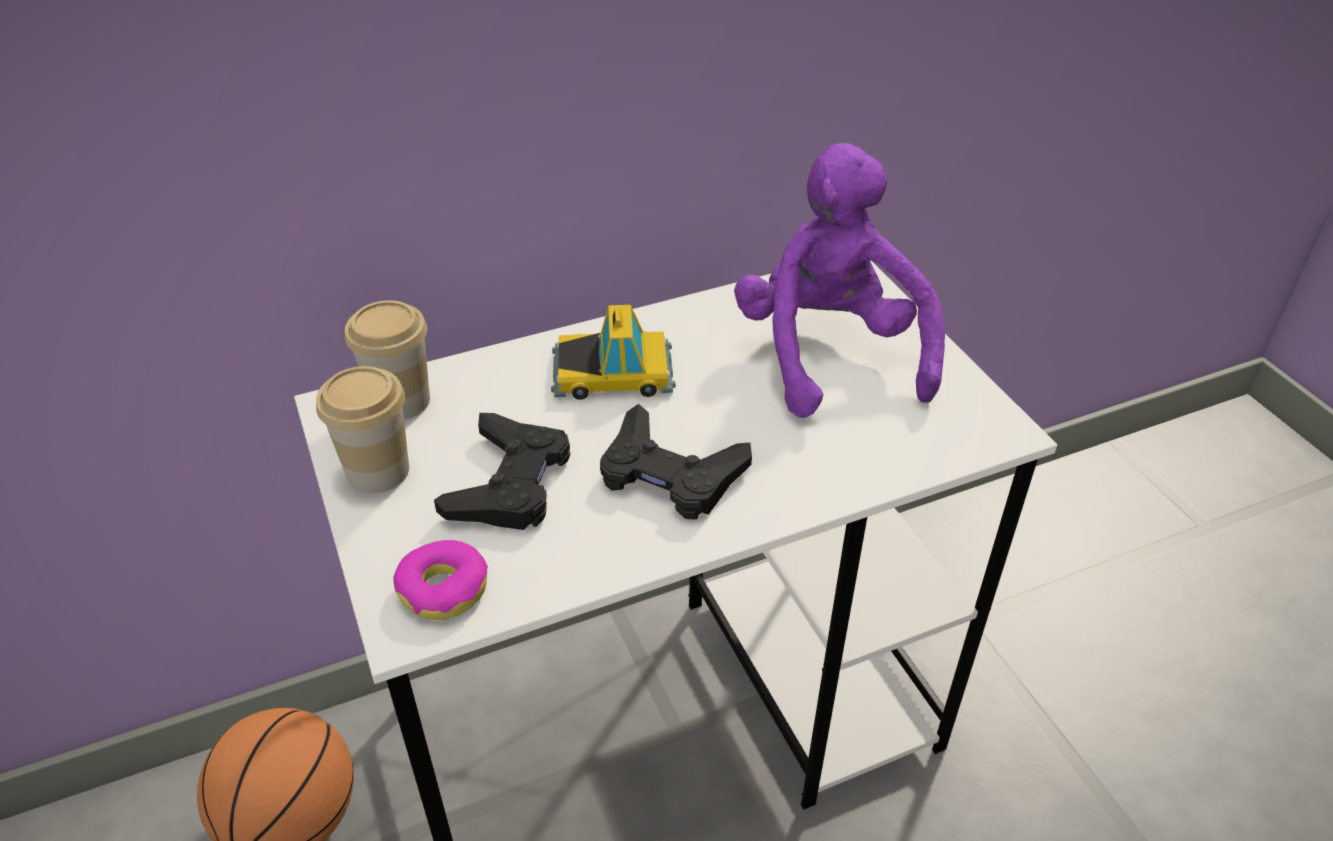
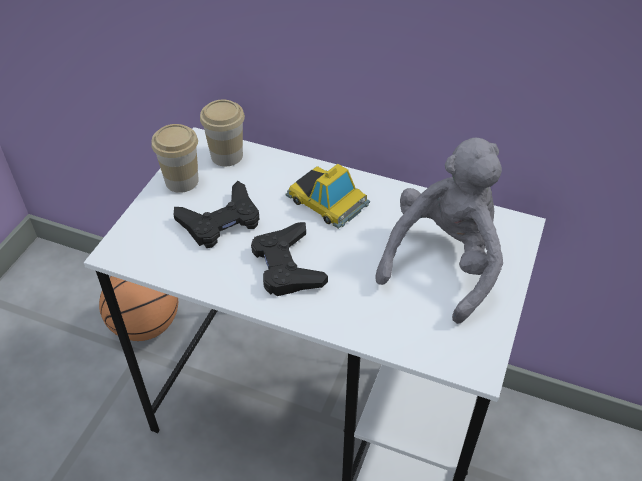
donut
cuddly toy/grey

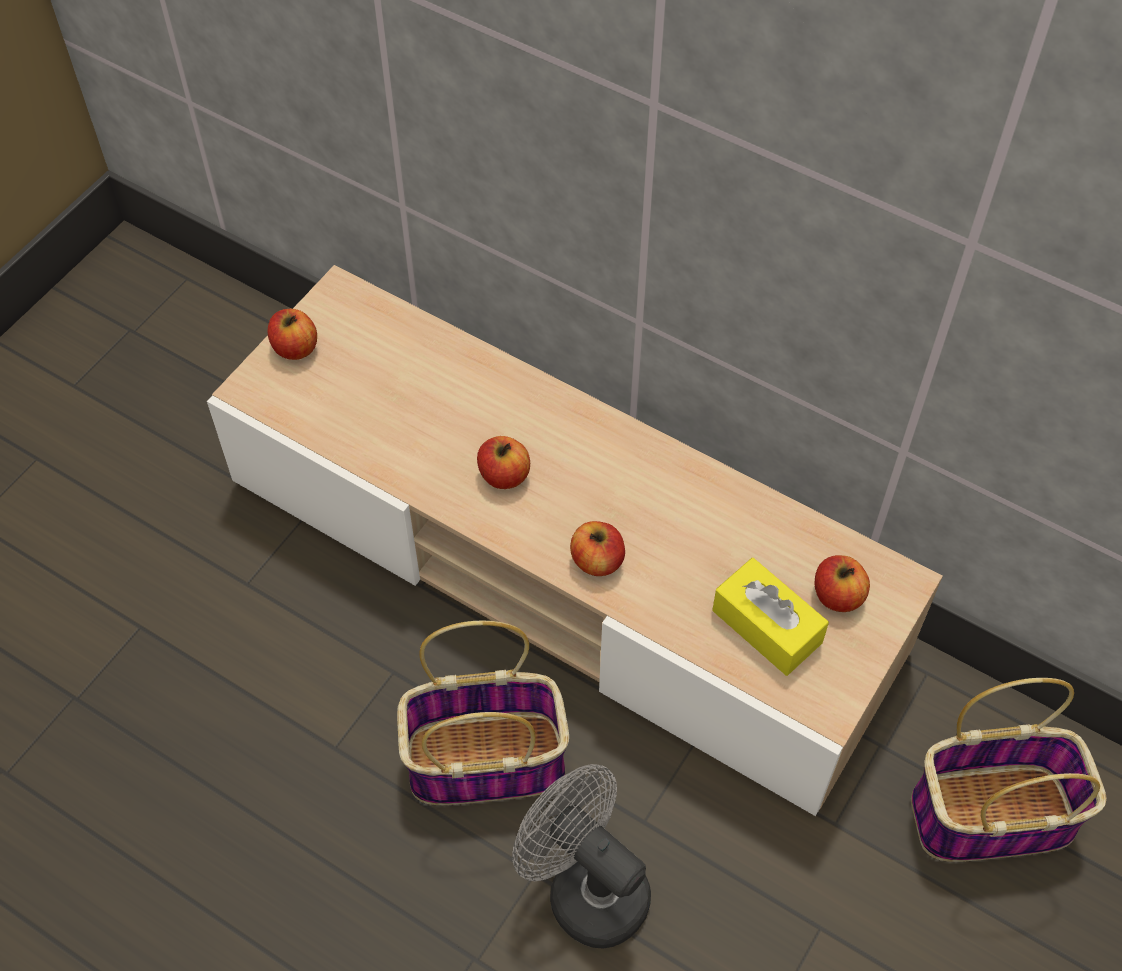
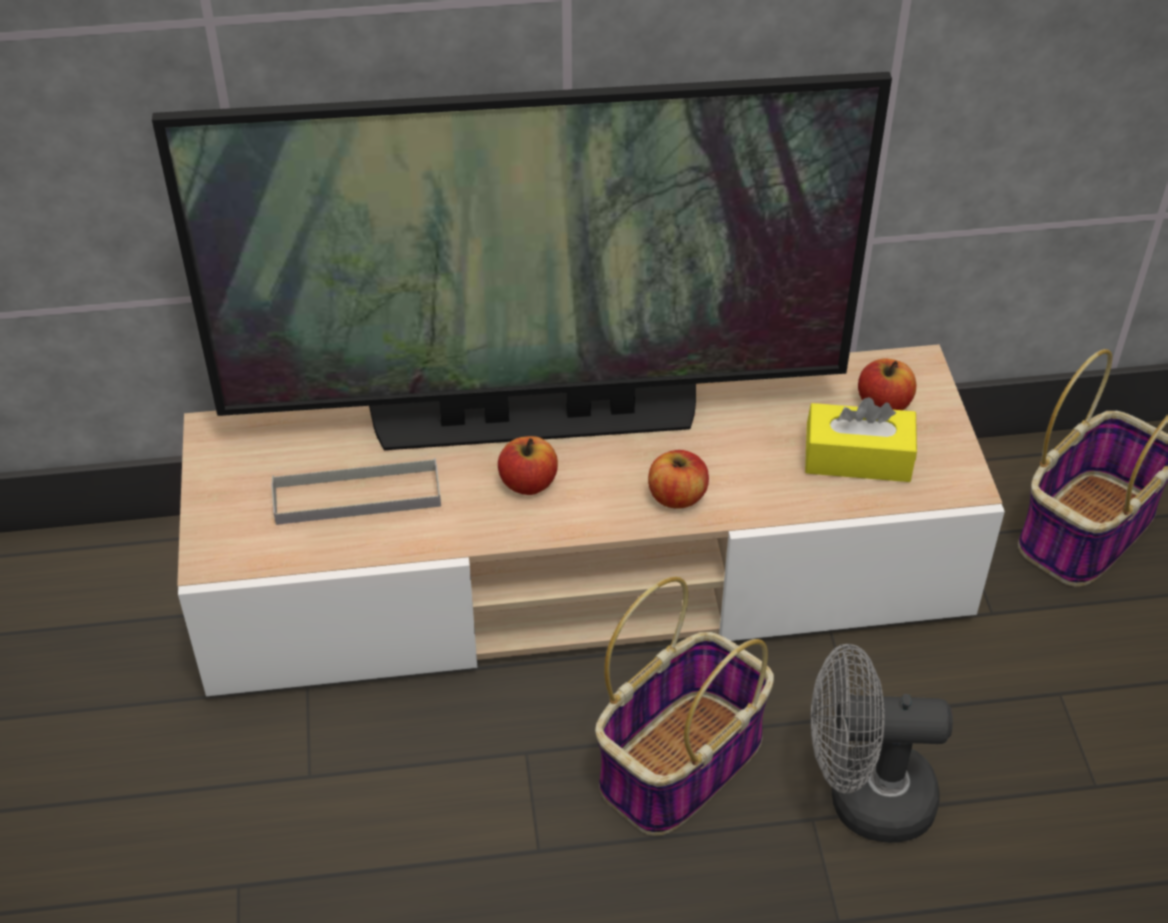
apple (1st from left in the first image)
TV set
tray/grey

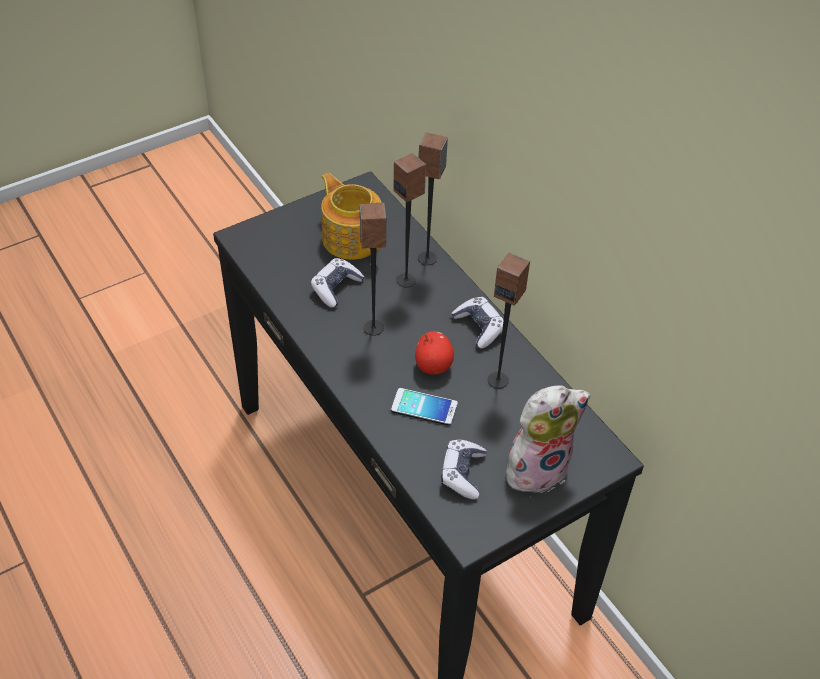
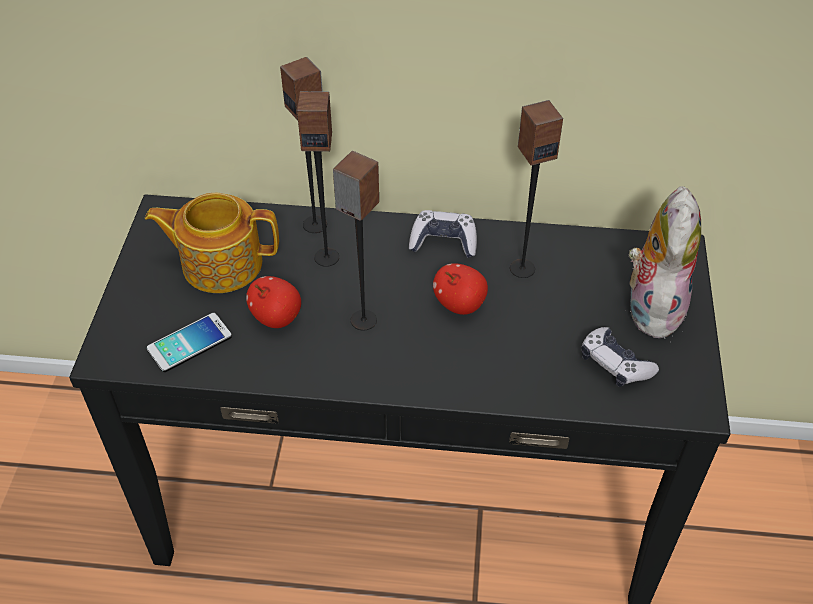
apple (1st from left)
phone

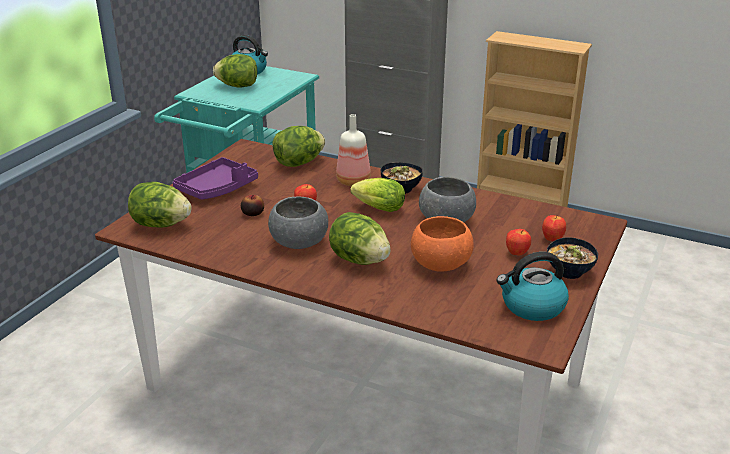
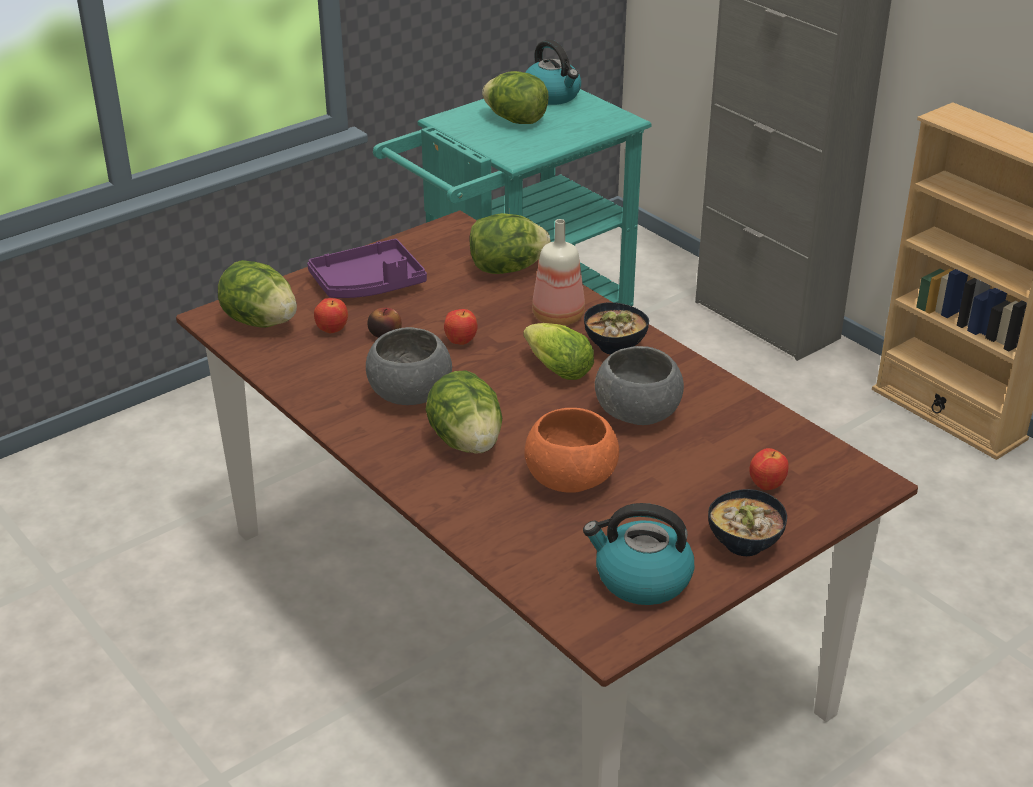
apple (1st from left)

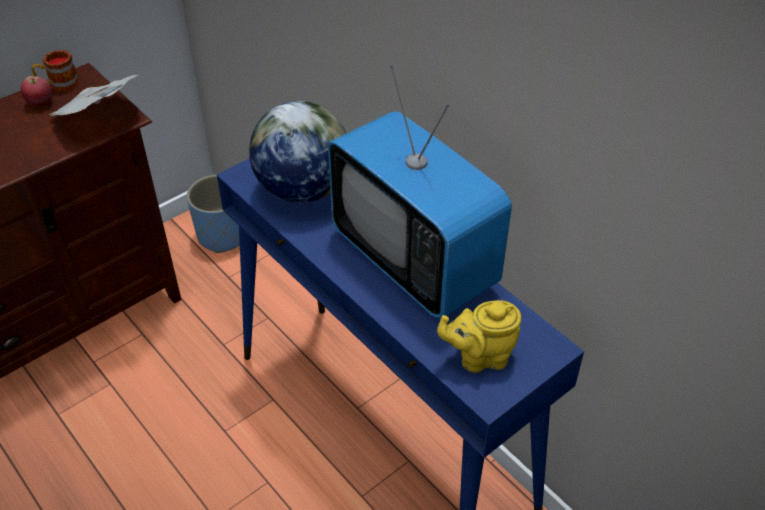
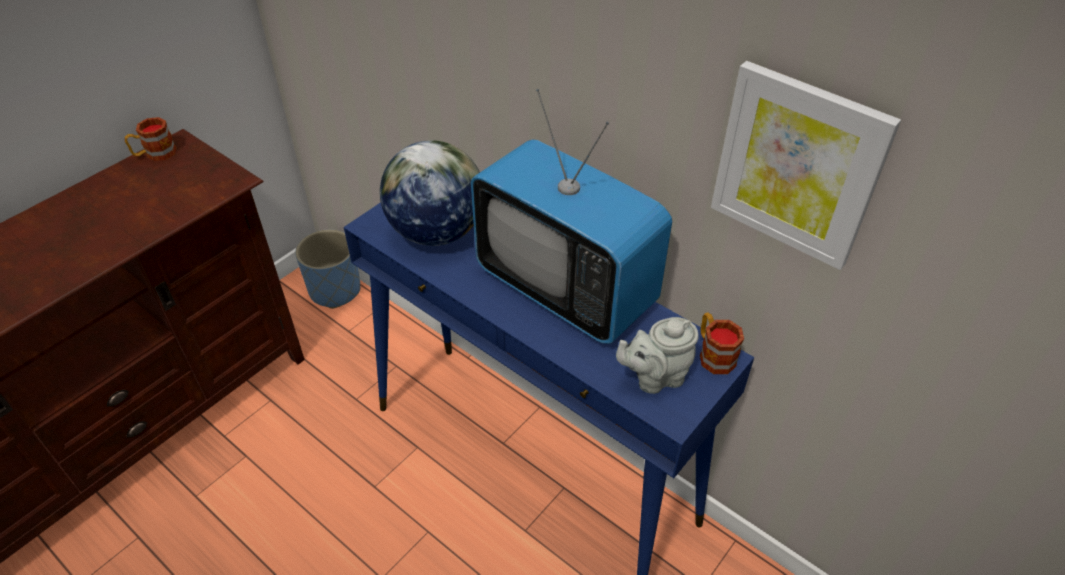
apple
daily paper
tea pot/grey
mug (2nd from left)
wall art

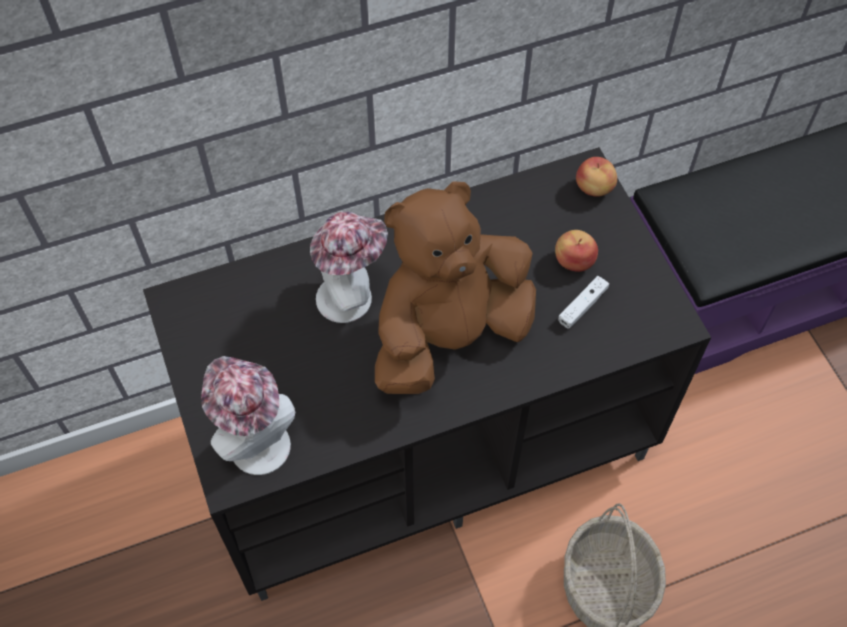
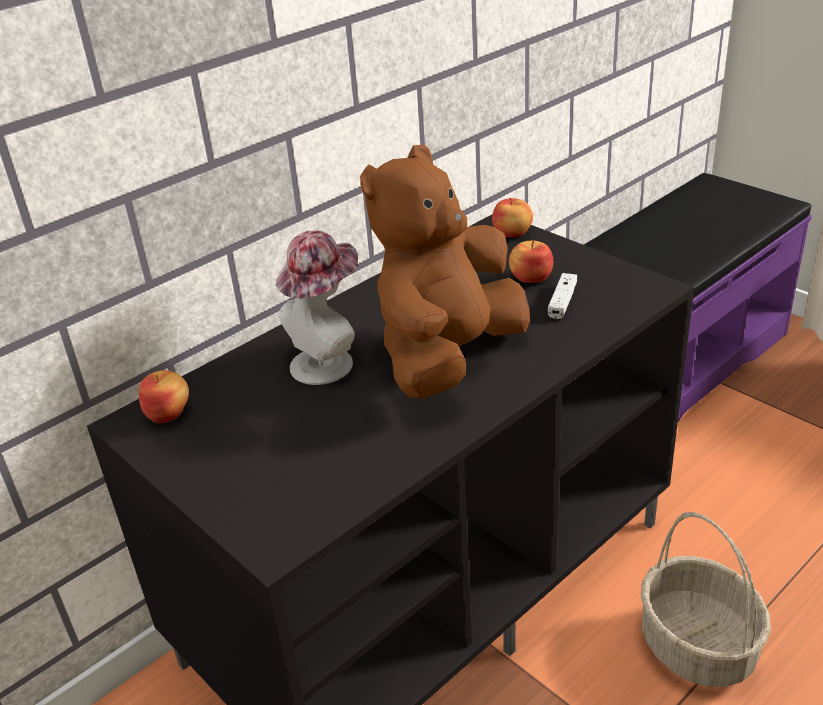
hat (1st from left in the first image)
apple (1st from left)

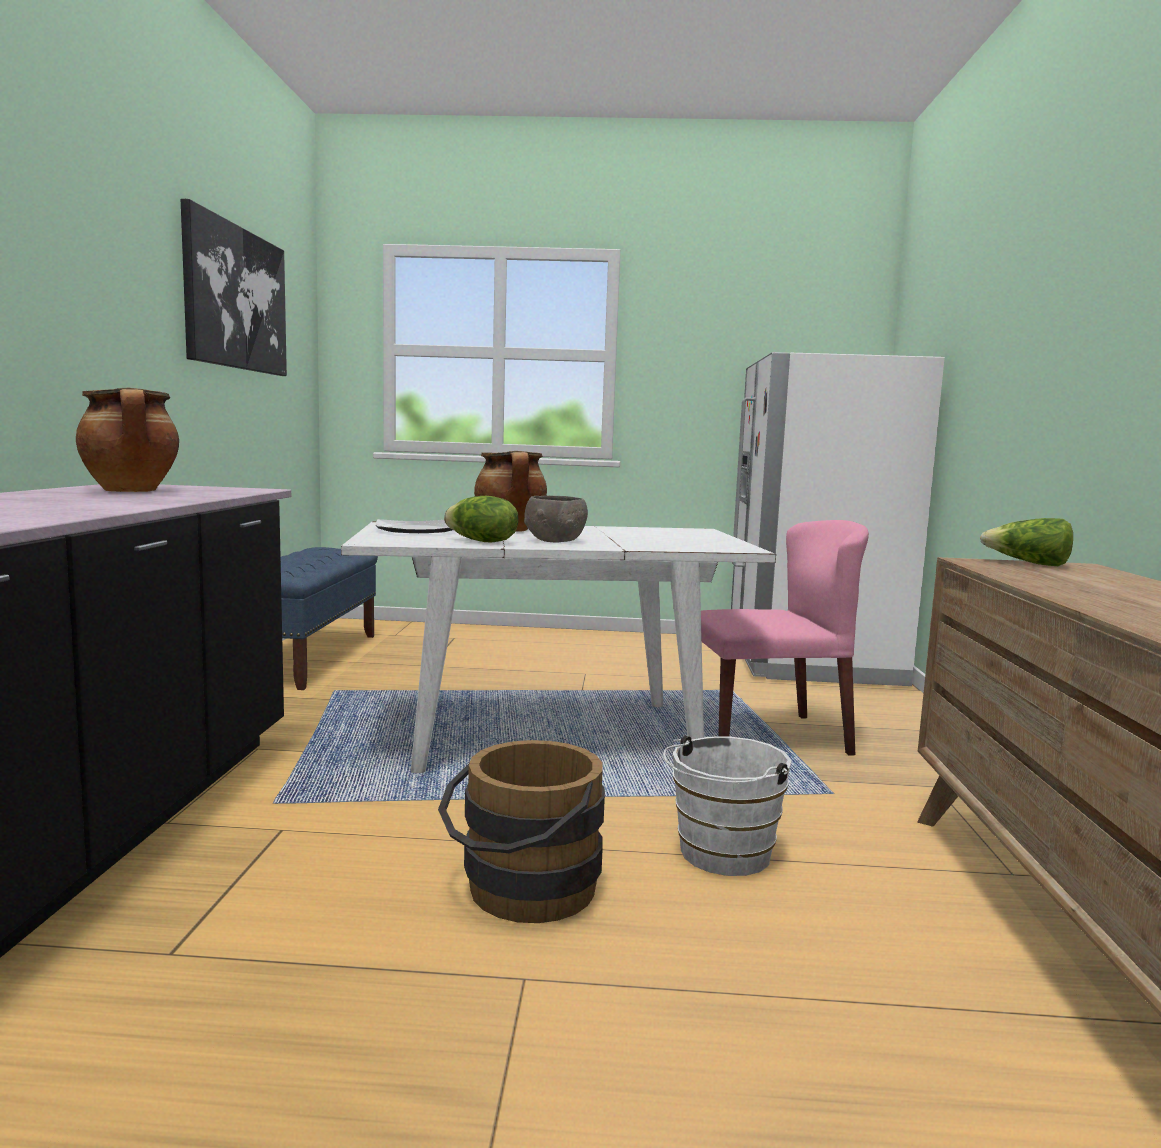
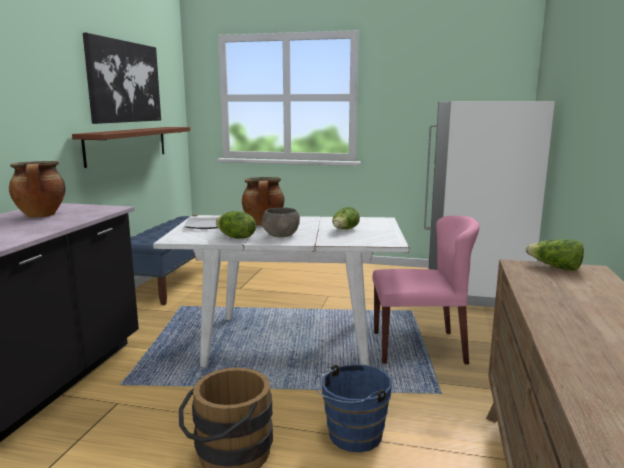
bucket/blue-coloured
bracket shelf/brown-coloured
head of lettuce (2nd from left)

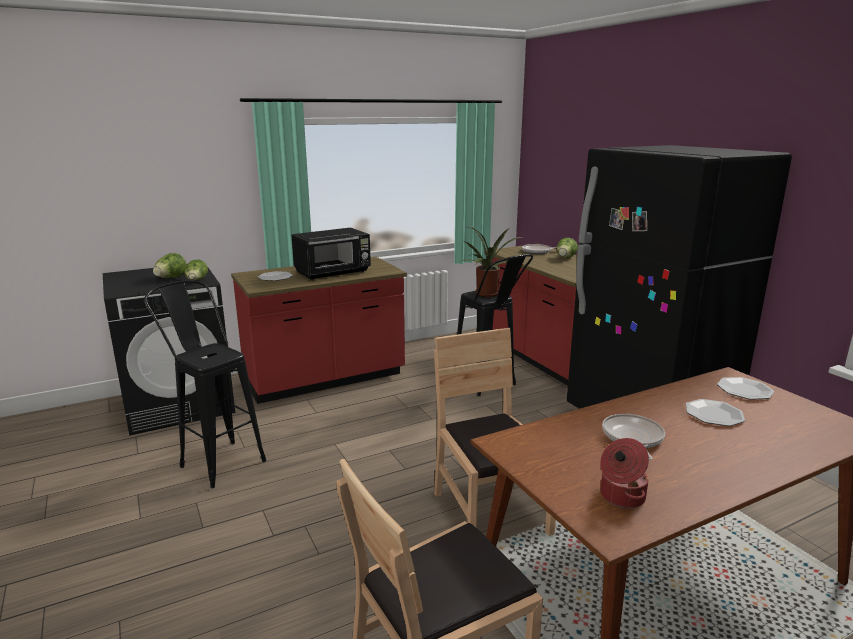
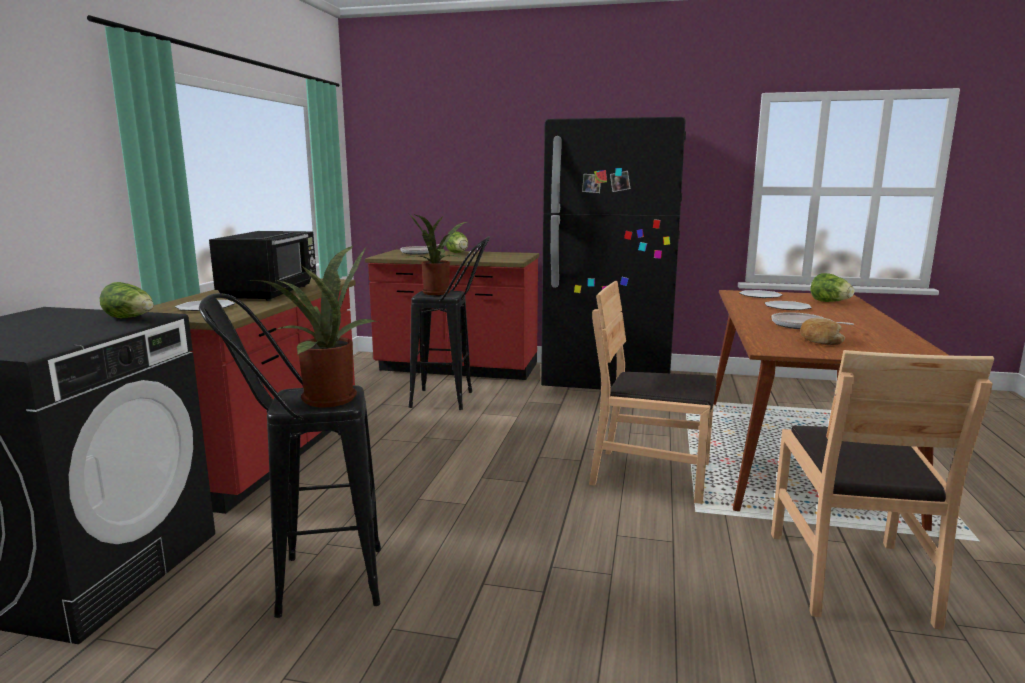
head of lettuce (3rd from left)
cooking pot
houseplant (1st from left)
bread

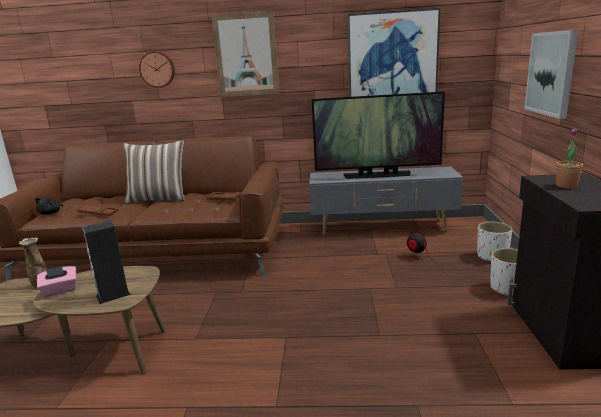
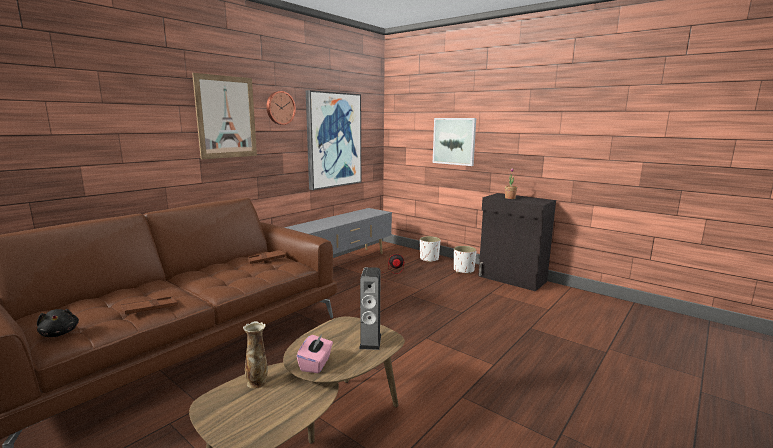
throw pillow
hanging clock
TV set

